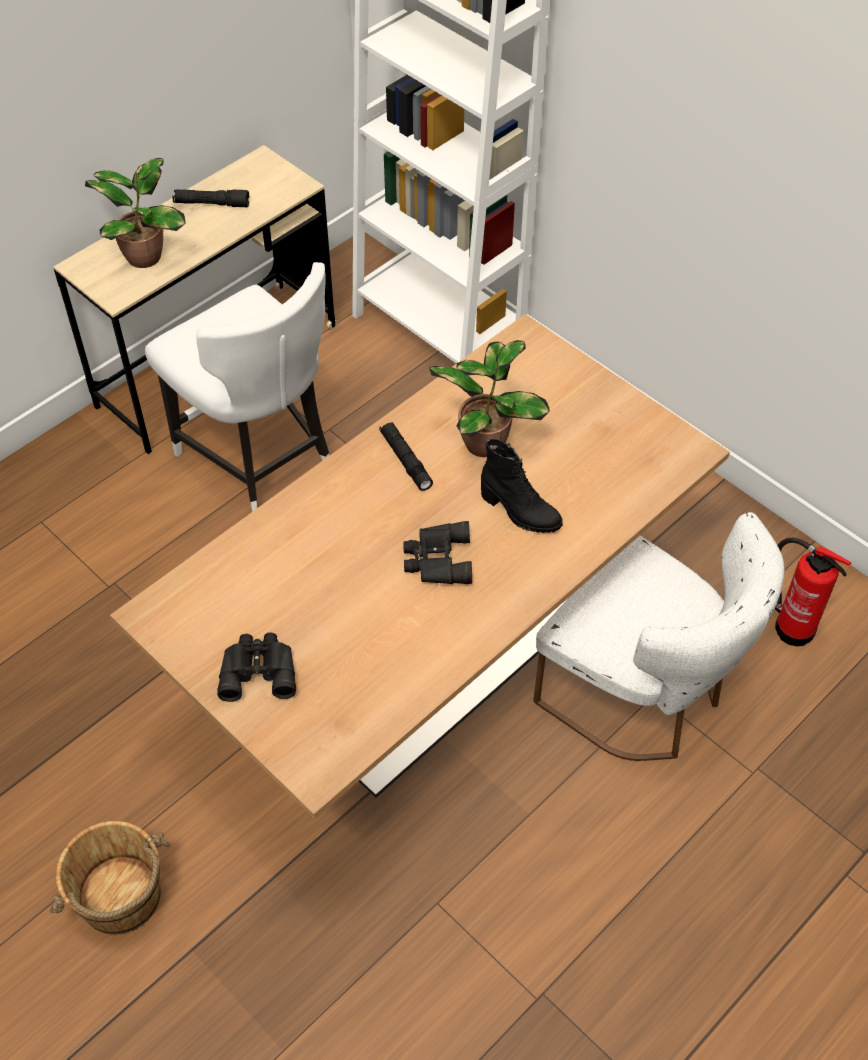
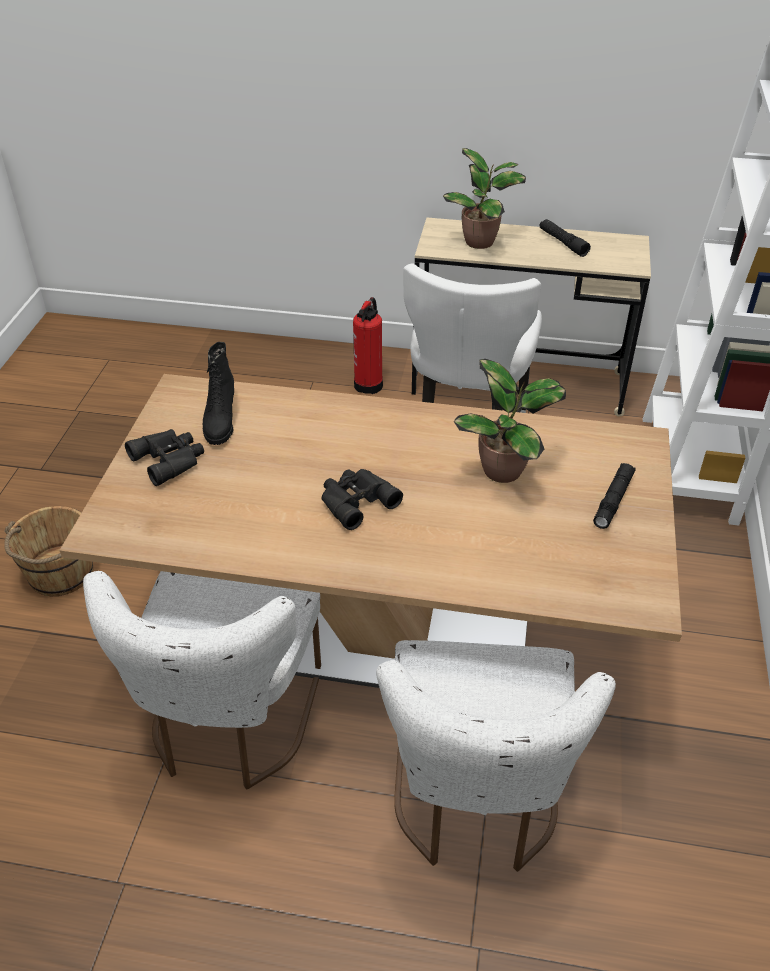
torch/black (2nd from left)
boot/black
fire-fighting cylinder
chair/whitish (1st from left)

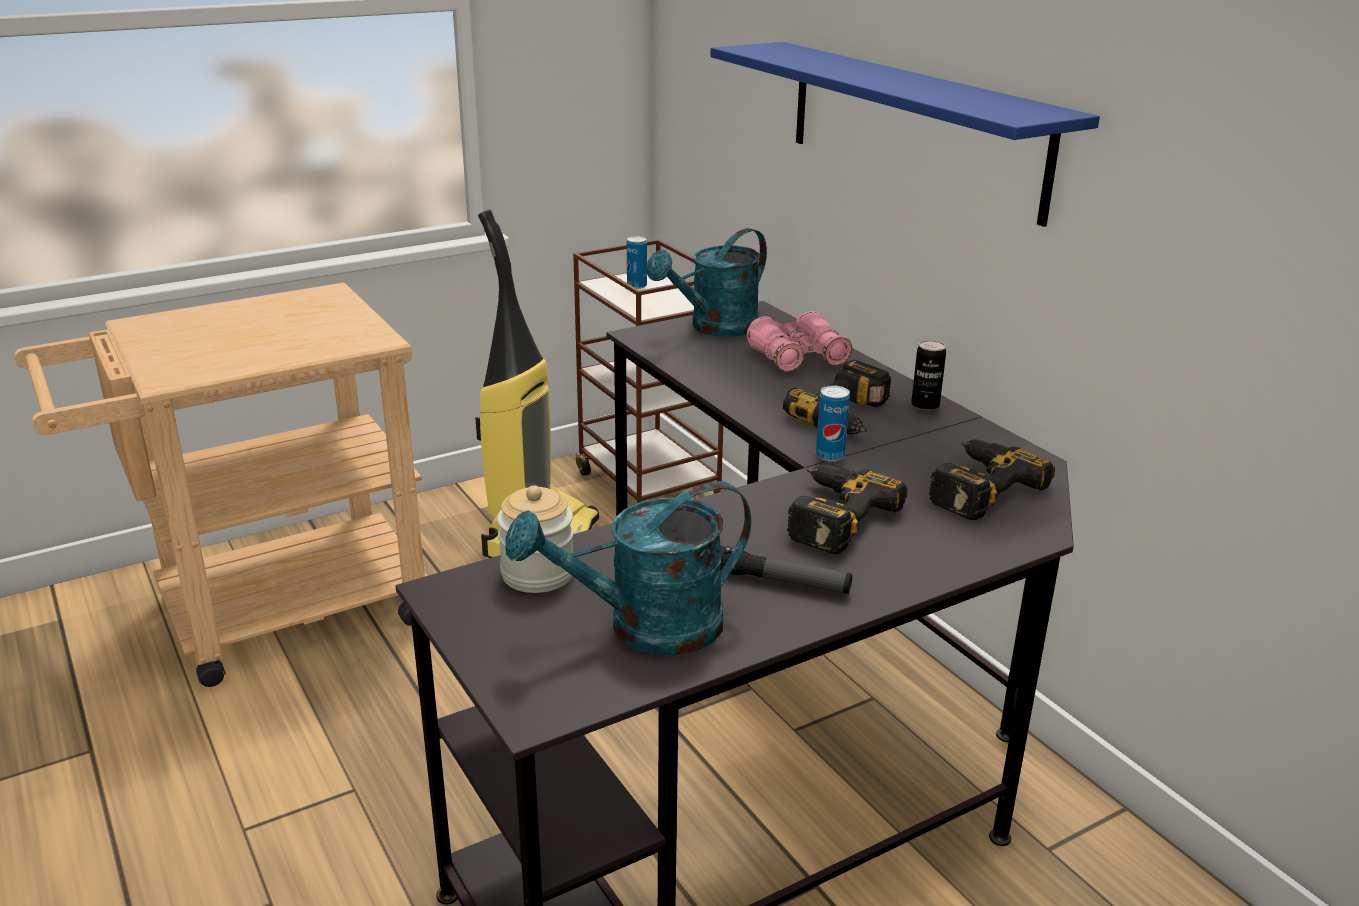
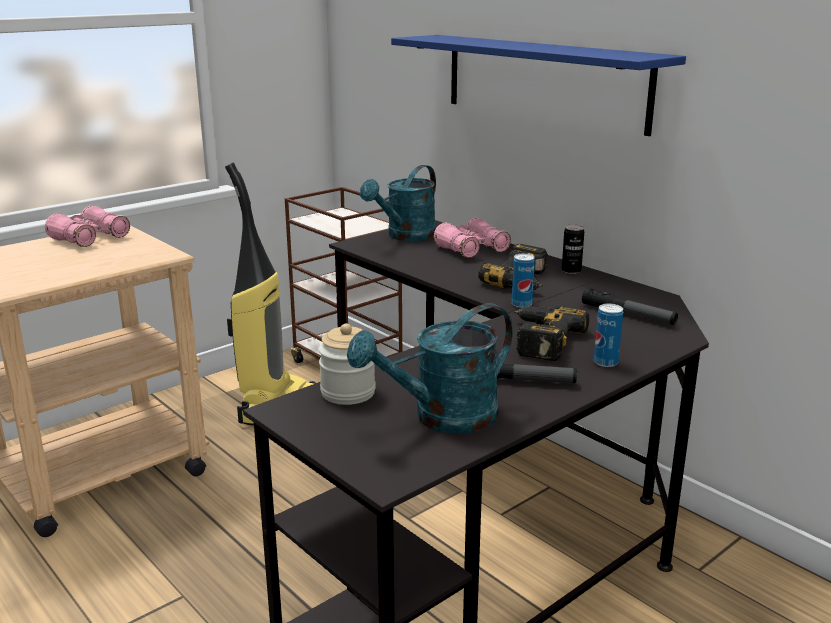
metal can (3rd from left)
torch (2nd from left)
pair of binoculars/pink (1st from left)

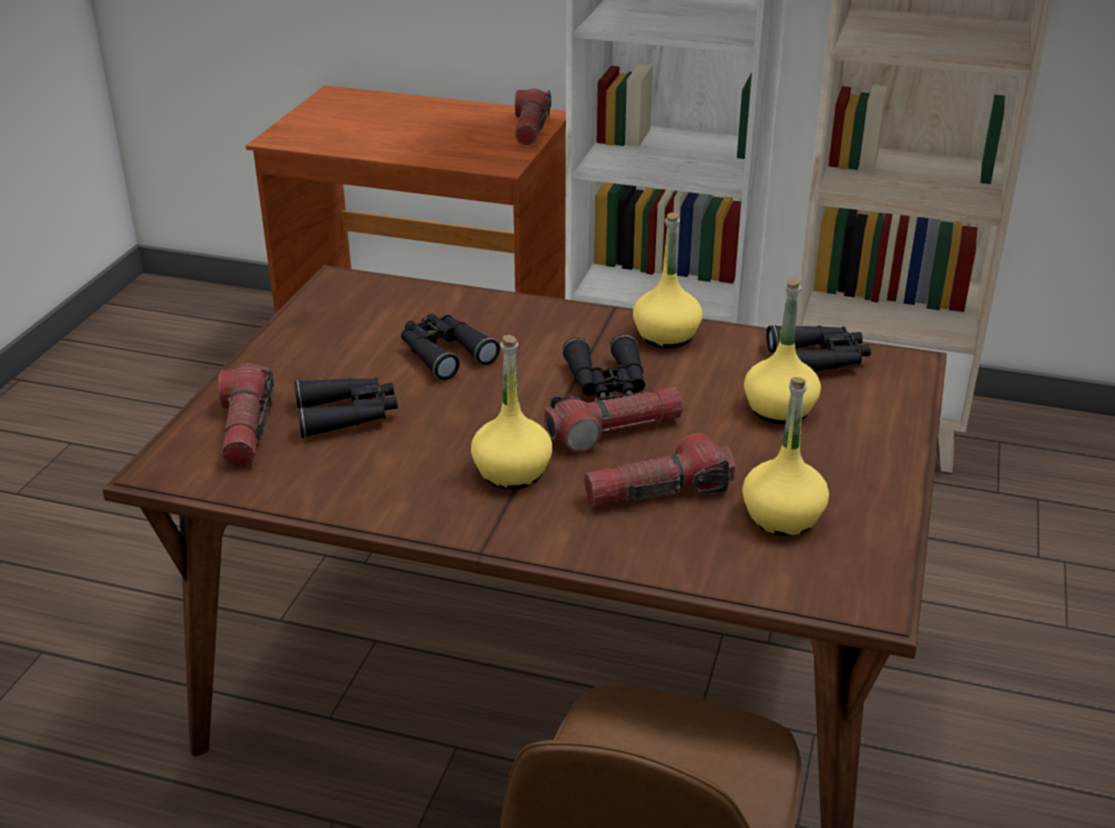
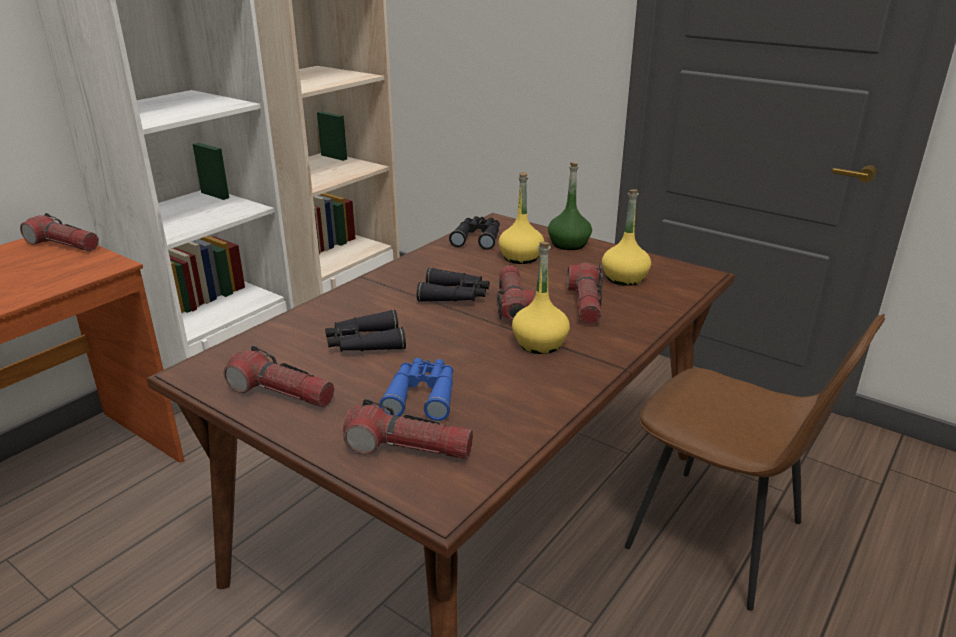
pair of binoculars/blue-coloured
drink bottle/yellow-coloured (2nd from left in the first image)
torch (2nd from left)
drink bottle/green

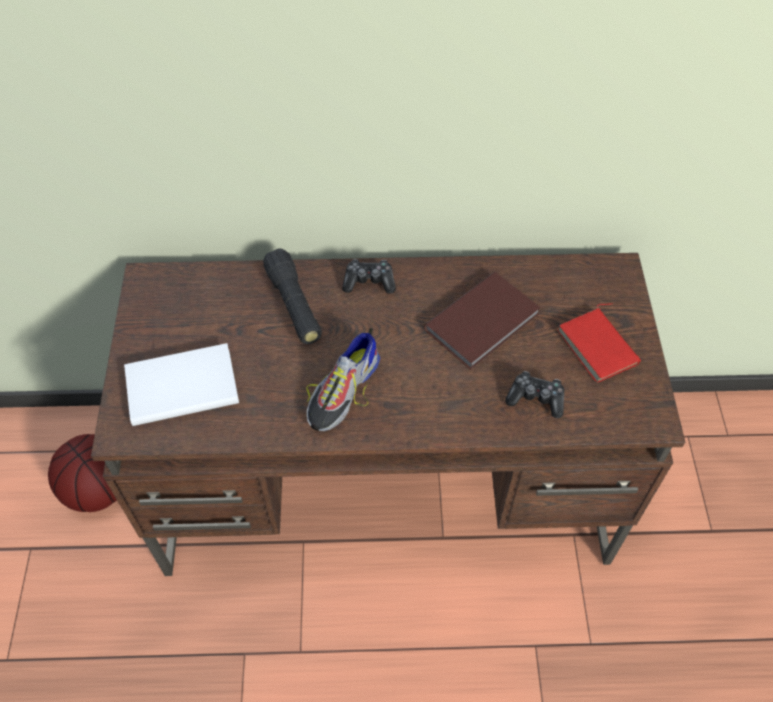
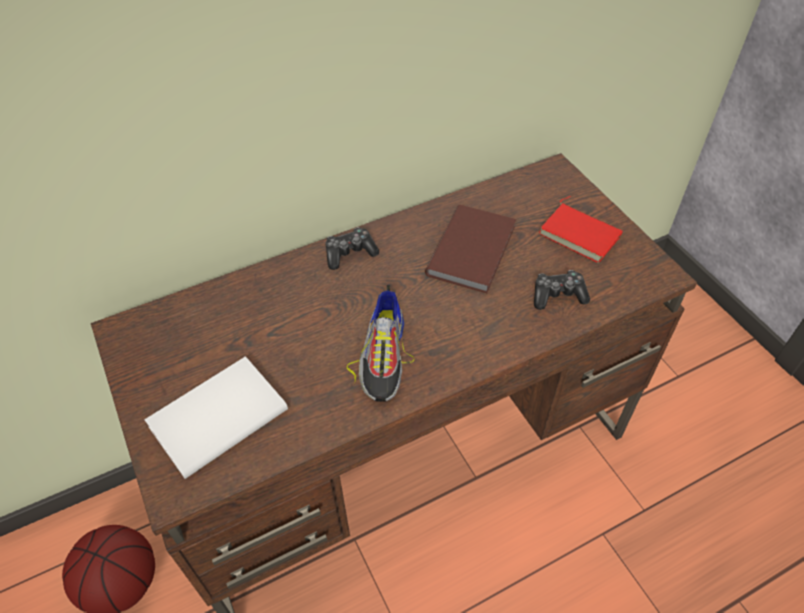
torch/black

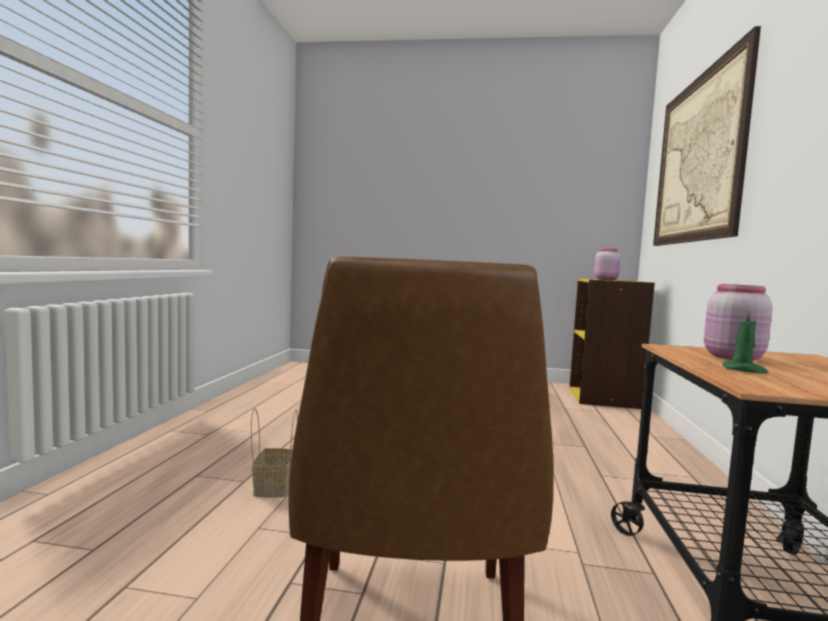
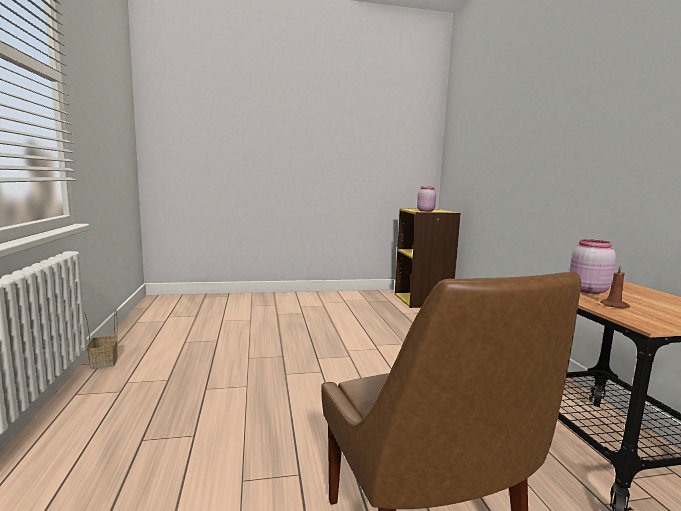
storage basket
wall art
candle/brown-coloured

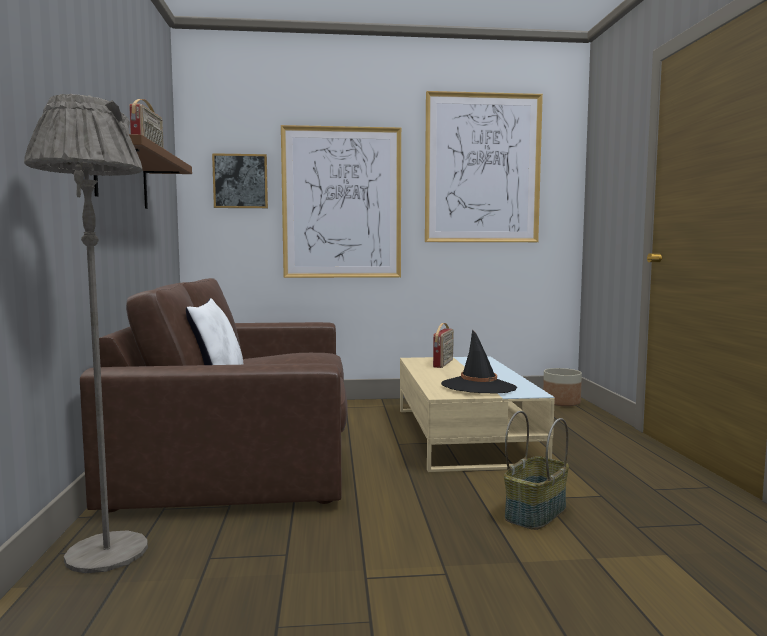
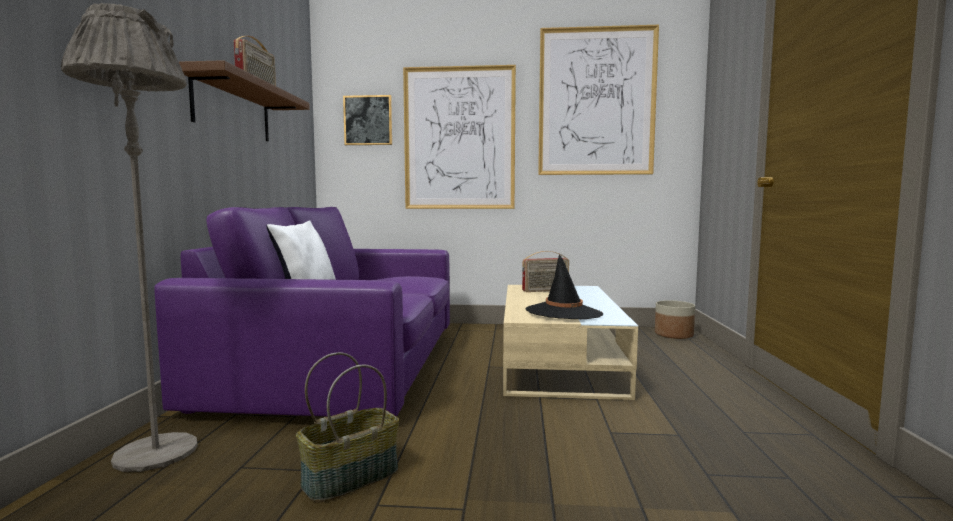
couch/purple
radio receiver (2nd from left)
storage basket

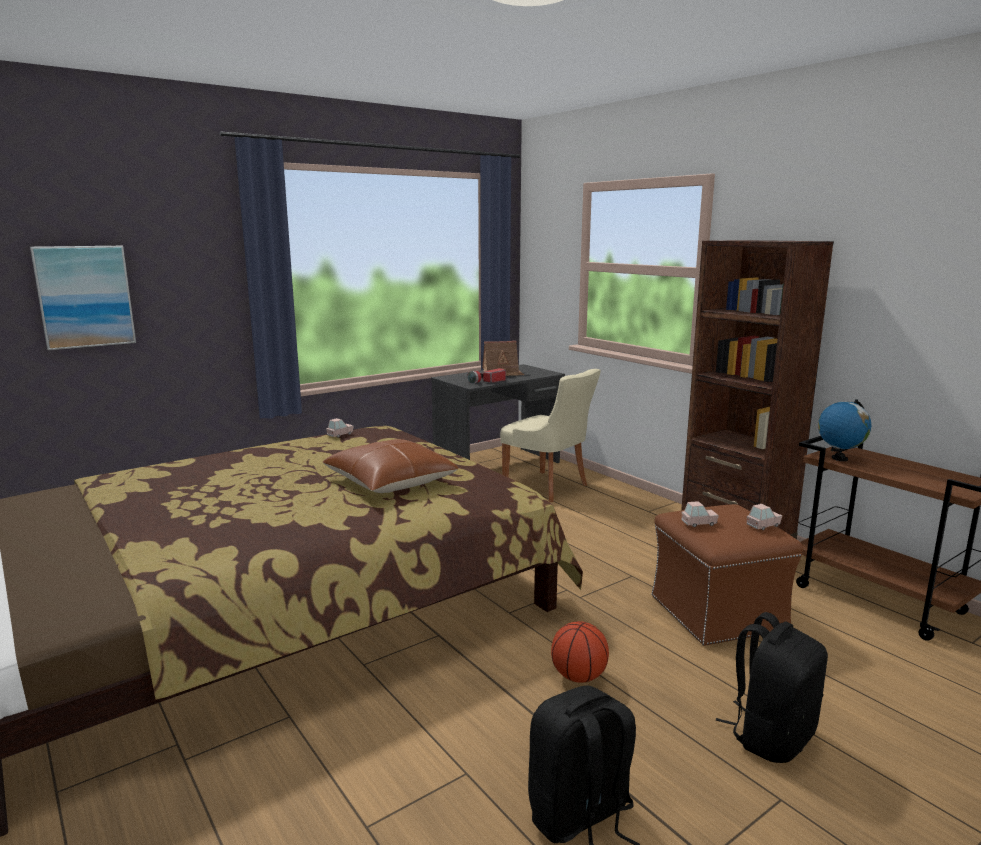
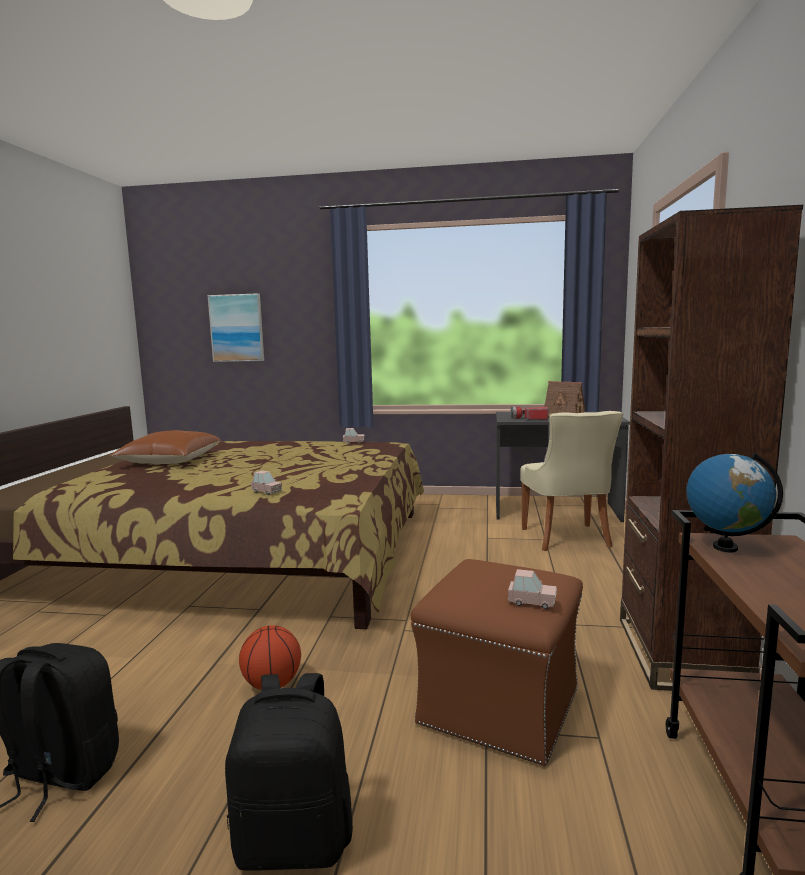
throw pillow/brown-coloured
miniature car/pink (1st from left)

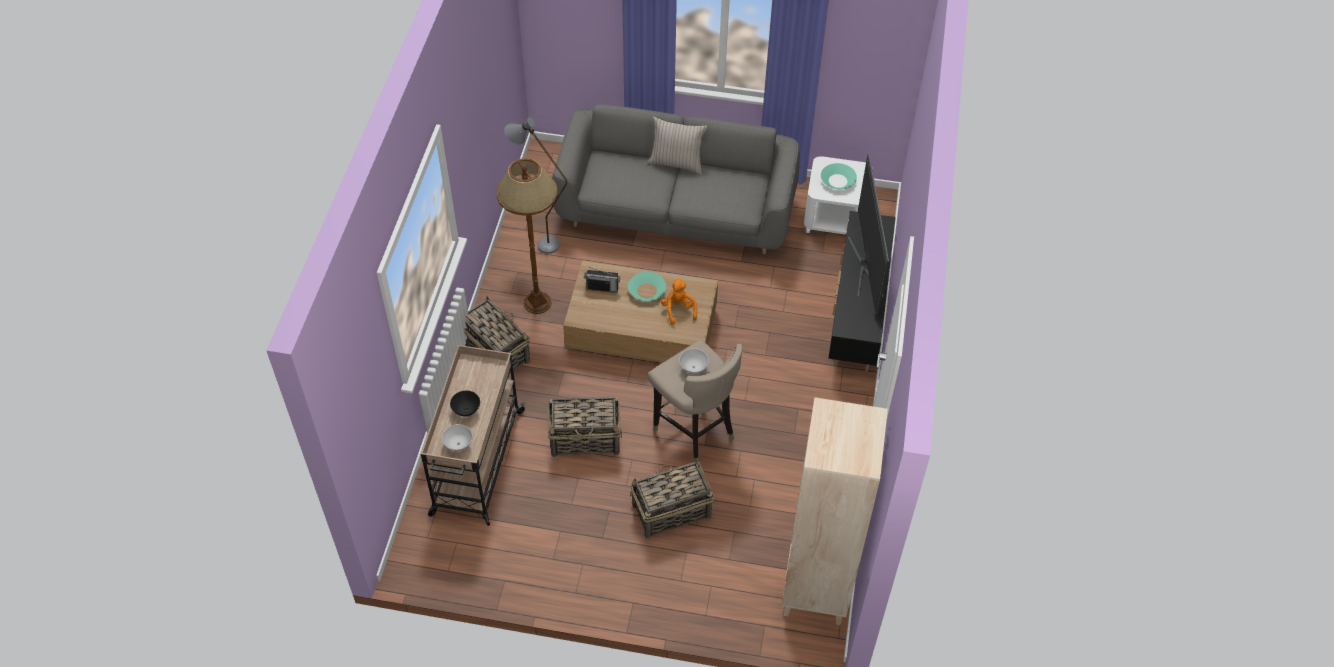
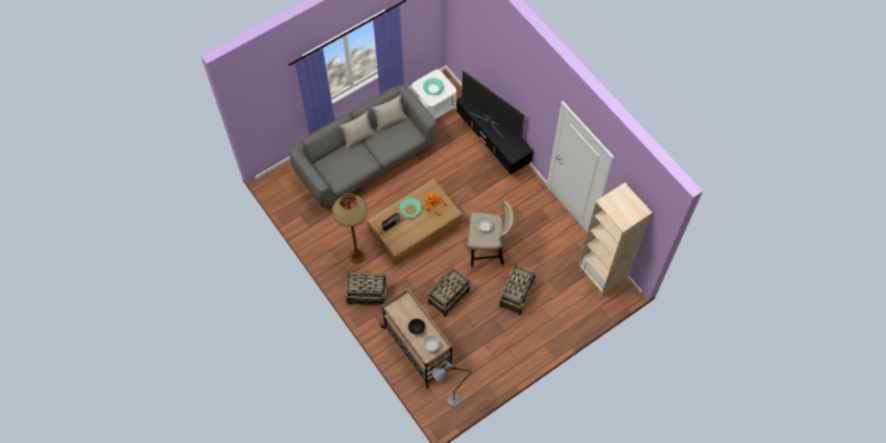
standard lamp/grey
throw pillow/beige (2nd from left)

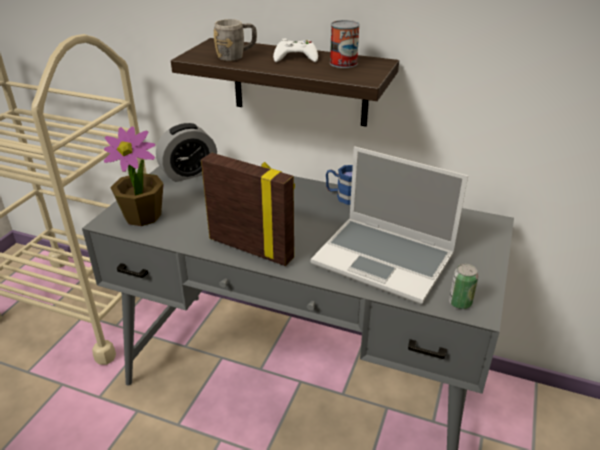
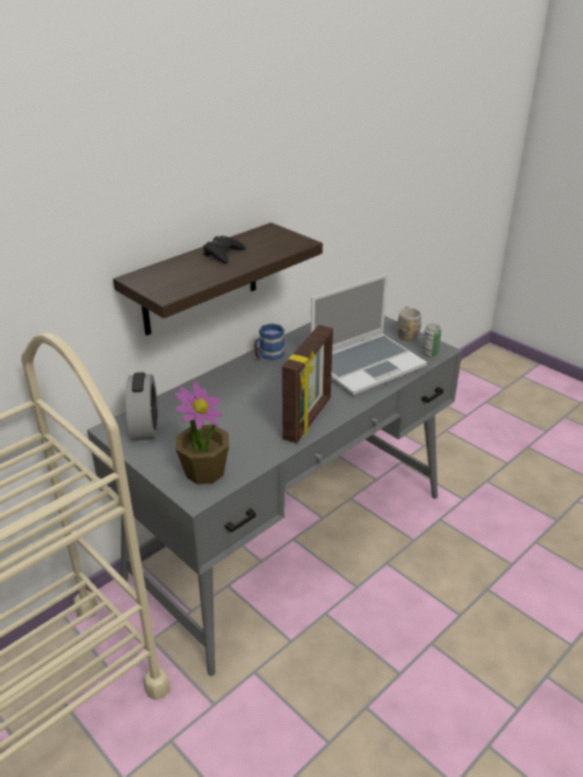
picture frame
mug/grey
gamepad/black
metal can (1st from left in the first image)

